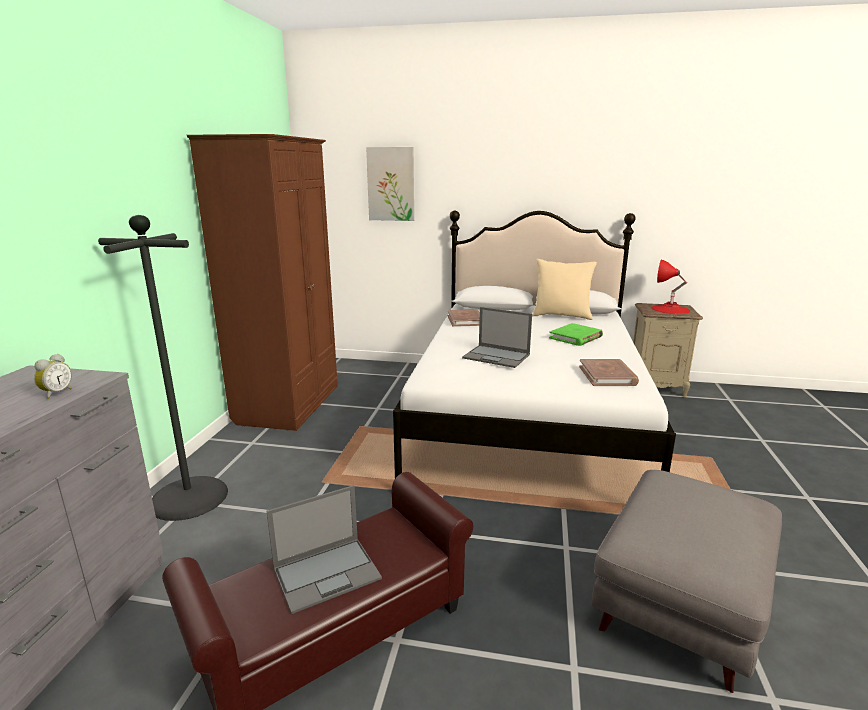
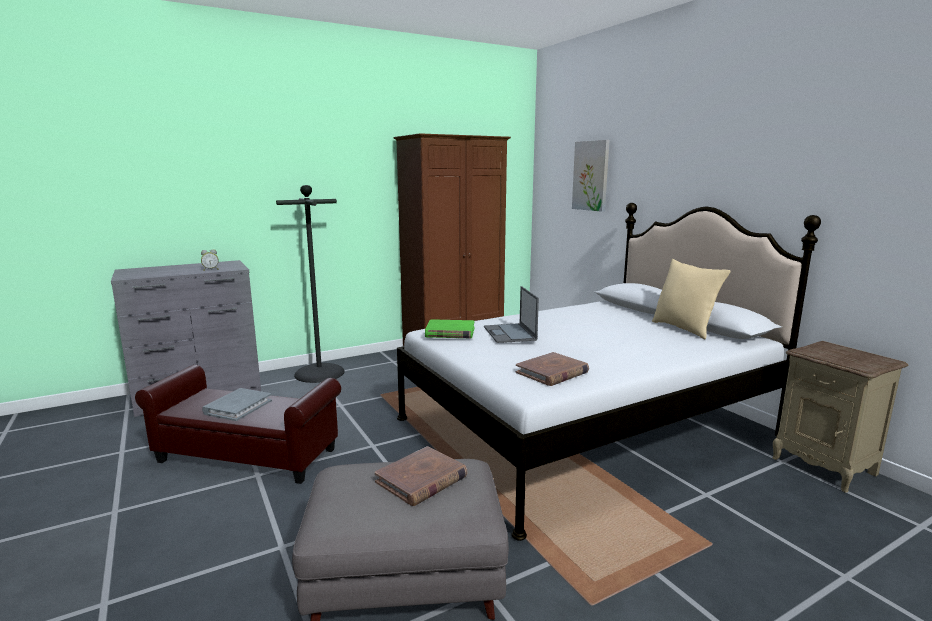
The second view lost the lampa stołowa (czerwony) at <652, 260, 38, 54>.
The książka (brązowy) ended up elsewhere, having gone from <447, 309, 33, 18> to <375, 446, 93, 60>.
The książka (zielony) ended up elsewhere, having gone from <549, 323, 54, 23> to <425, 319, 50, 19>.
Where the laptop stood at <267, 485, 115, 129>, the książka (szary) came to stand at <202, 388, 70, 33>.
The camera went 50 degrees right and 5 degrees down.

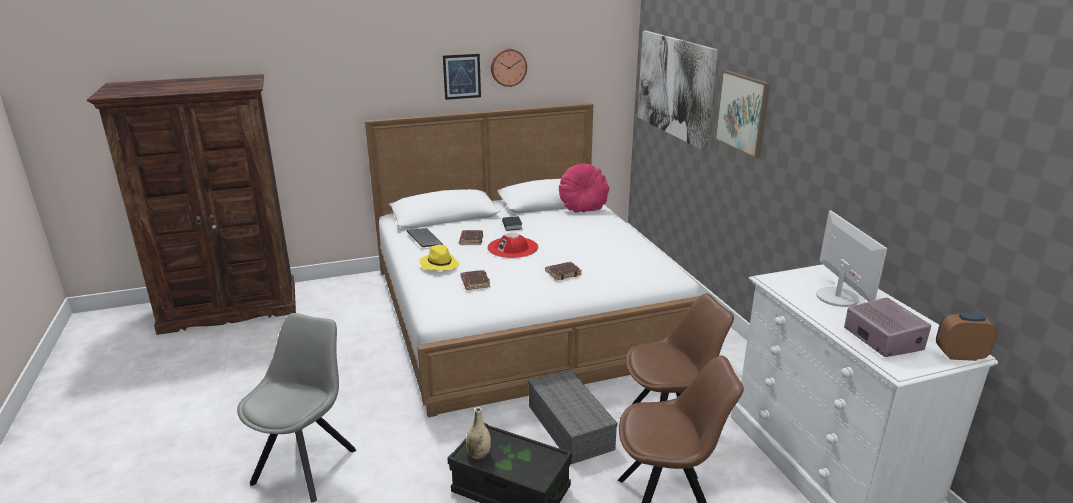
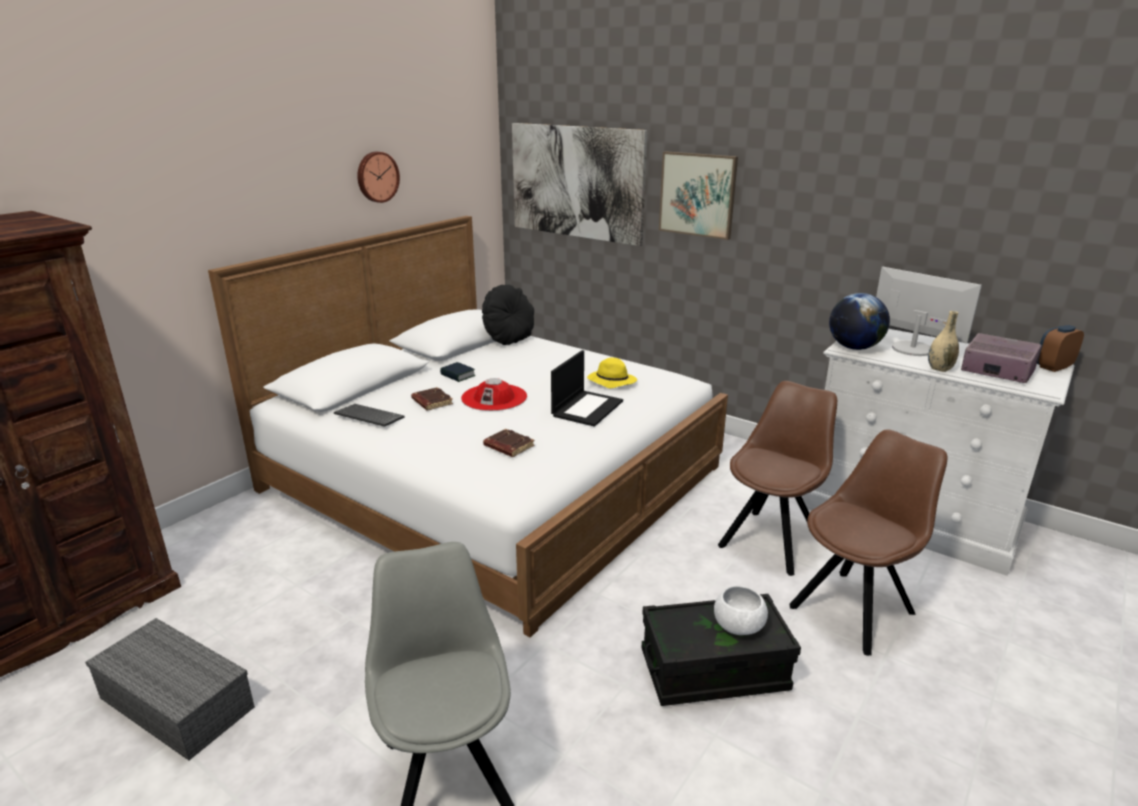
The second view lost the obraz at <443, 54, 38, 46>.
What was the poduszka (różowy) at <559, 163, 50, 50> turned into the poduszka (czarny) at <482, 285, 52, 60>.
The kapelusz (żółty) ended up elsewhere, having gone from <419, 244, 40, 27> to <587, 357, 50, 31>.
Where the książka (brązowy) stood at <545, 262, 37, 19>, the laptop came to stand at <551, 350, 72, 77>.
The pojemnik do przechowywania (szary) ended up elsewhere, having gone from <528, 369, 90, 95> to <85, 618, 170, 142>.
The wazon (beżowy) ended up elsewhere, having gone from <466, 407, 25, 52> to <928, 311, 31, 61>.
The second view gained the globus at <829, 293, 61, 57>.
The second view gained the miska (biały) at <714, 586, 54, 49>.
The camera went 35 degrees left and 0 degrees up.

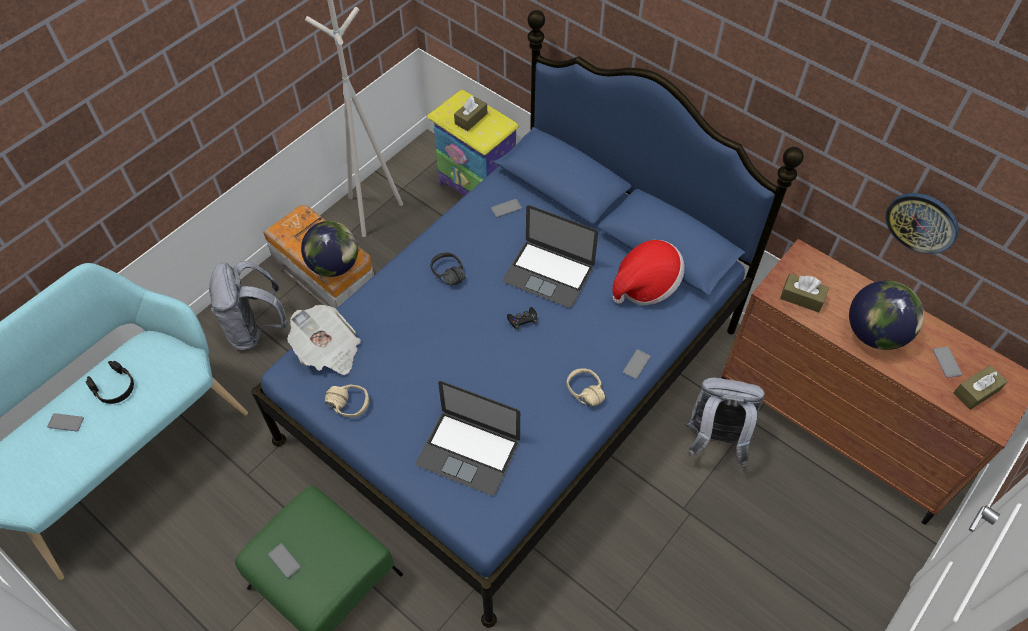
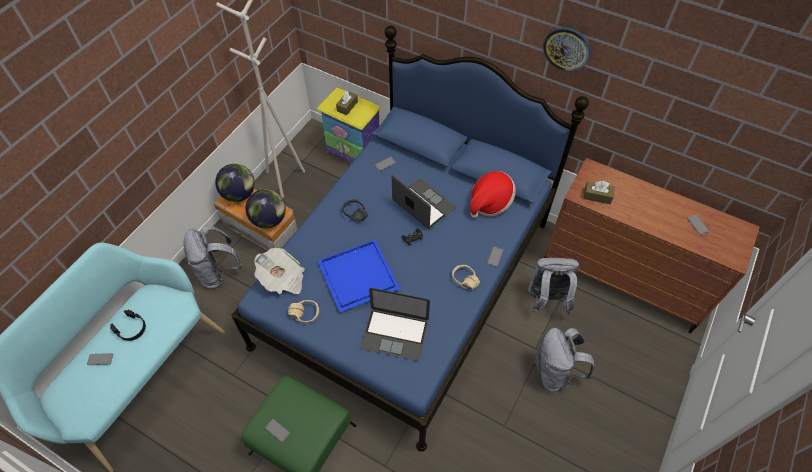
The zegar ścienny ended up elsewhere, having gone from <885, 193, 74, 61> to <543, 27, 48, 44>.
The laptop at <503, 205, 95, 103> ended up facing another way, 150 degrees counterclockwise from before.
The globus ended up elsewhere, having gone from <849, 281, 75, 69> to <215, 164, 40, 38>.
The second view lost the pudełko chusteczek (brązowy) at <953, 365, 55, 45>.
The second view gained the taca (niebieski) at <318, 240, 82, 72>.
The second view gained the plecak (szary) at <534, 328, 61, 63>.
The camera went 10 degrees left and 0 degrees up.

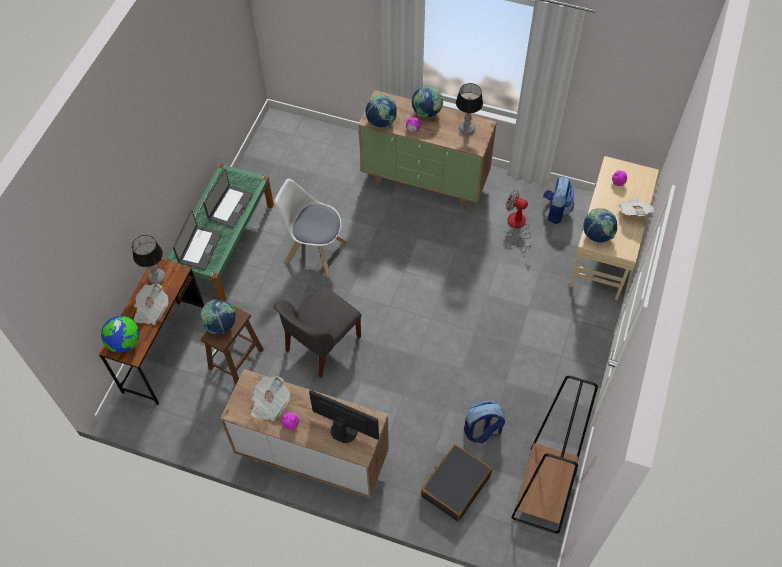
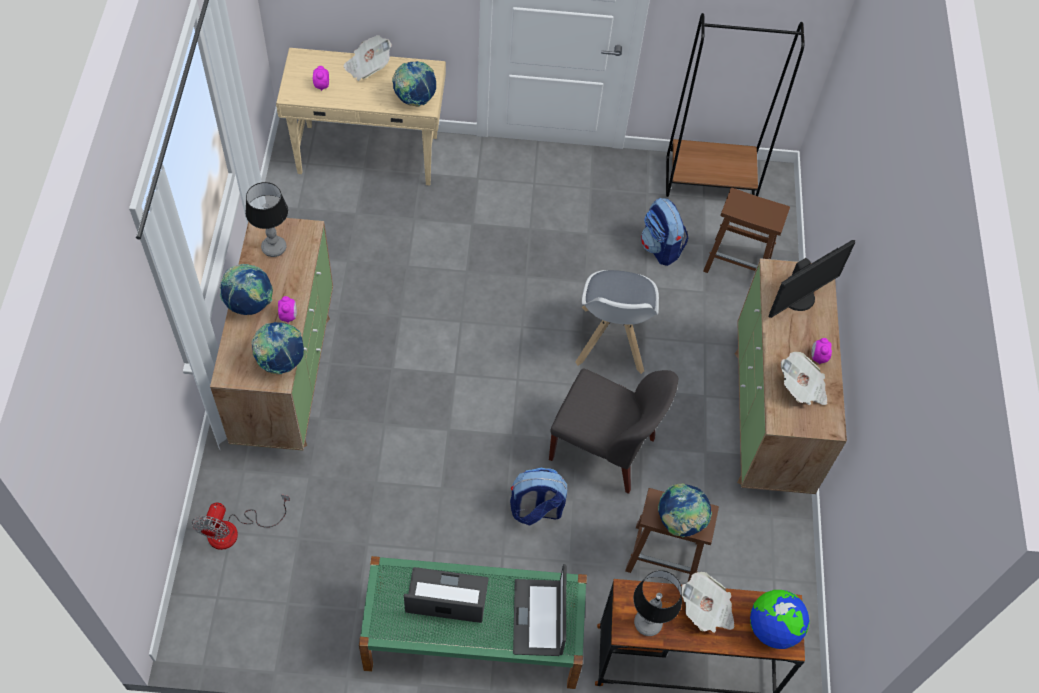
The plecak ended up elsewhere, having gone from <543, 177, 31, 47> to <510, 468, 57, 58>.
The krzesło ended up elsewhere, having gone from <274, 179, 74, 99> to <575, 270, 84, 104>.
The wentylator ended up elsewhere, having gone from <506, 190, 26, 63> to <192, 494, 98, 56>.
The laptop at <173, 210, 49, 60> ended up facing another way, 90 degrees counterclockwise from before.
The monitor at <309, 390, 70, 53> ended up facing another way, 135 degrees counterclockwise from before.
Where the walizka (czarny) stood at <421, 444, 71, 78>, the stołek (brązowy) came to stand at <703, 188, 87, 85>.
The camera went 110 degrees left and 0 degrees up.

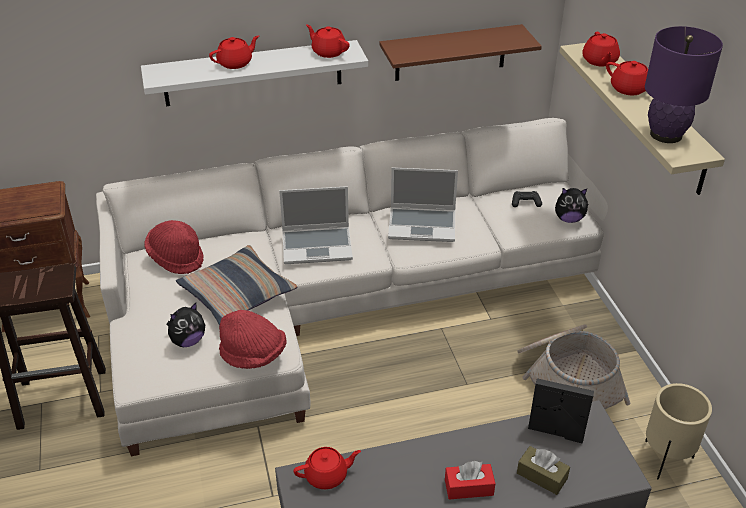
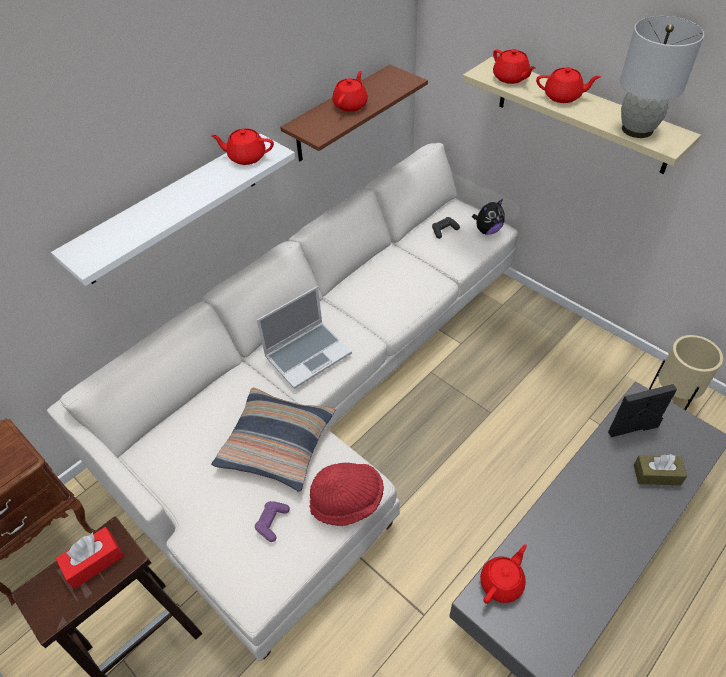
What was the lampa stołowa (fioletowy) at <645, 26, 78, 117> turned into the lampa stołowa (biały) at <620, 16, 84, 122>.
The imbryk (czerwony) ended up elsewhere, having gone from <209, 35, 50, 34> to <333, 71, 35, 41>.
The second view lost the laptop at <388, 167, 70, 75>.
The second view lost the kapelusz (czerwony) at <145, 220, 59, 54>.
Where the pluszak stood at <167, 303, 38, 44>, the pad do gier (fioletowy) came to stand at <255, 501, 35, 41>.
The second view lost the koszyk at <517, 324, 113, 85>.
The pudełko chusteczek (czerwony) ended up elsewhere, having gone from <445, 461, 51, 39> to <56, 527, 68, 62>.
The camera went 30 degrees left and 10 degrees up.

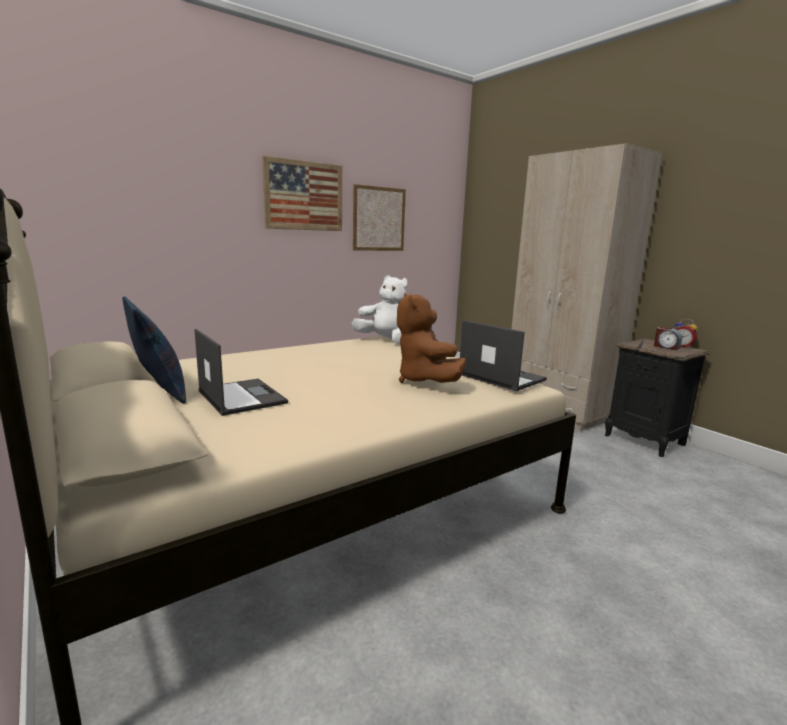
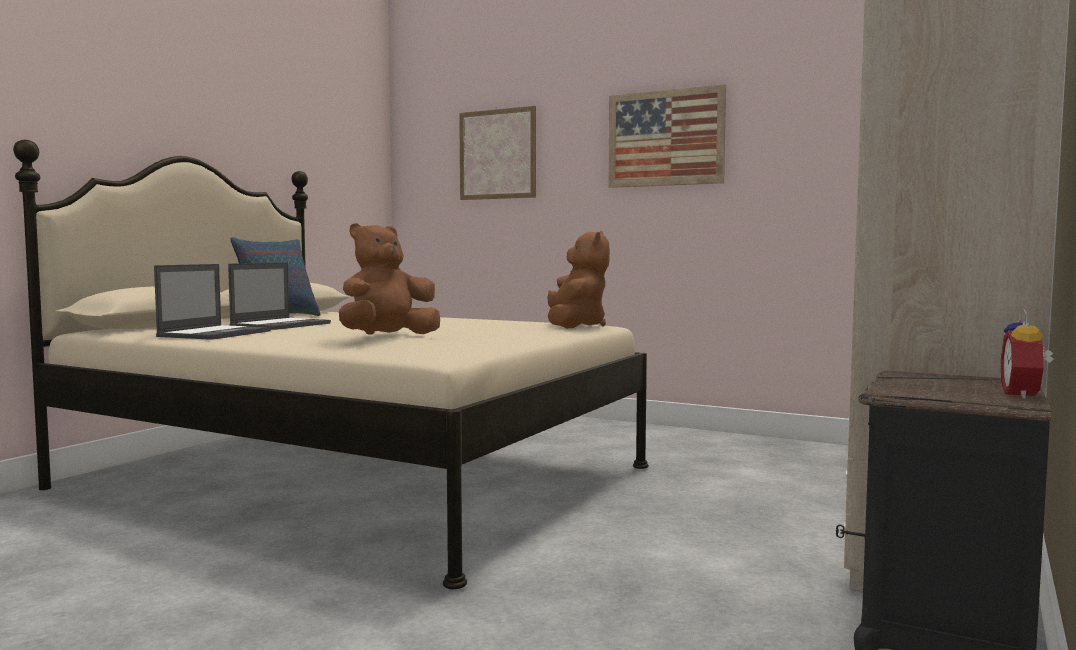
The obraz ended up elsewhere, having gone from <353, 184, 53, 67> to <459, 106, 77, 94>.
What was the pluszak (biały) at <352, 275, 56, 69> turned into the pluszak (brązowy) at <547, 230, 63, 98>.
The laptop ended up elsewhere, having gone from <460, 320, 87, 71> to <154, 264, 117, 76>.
The second view lost the budzik at <654, 326, 28, 24>.
The camera went 65 degrees right and 10 degrees down.

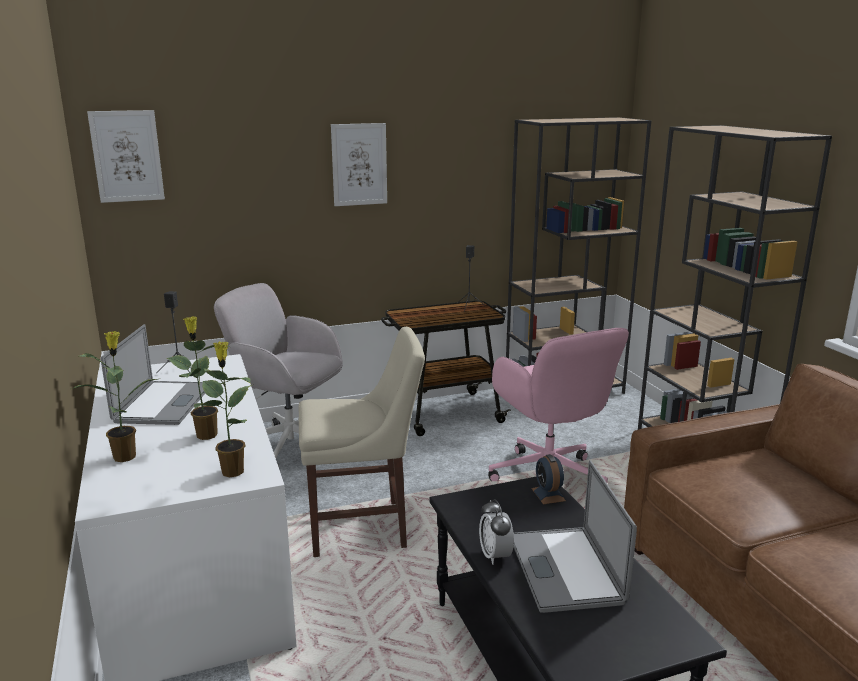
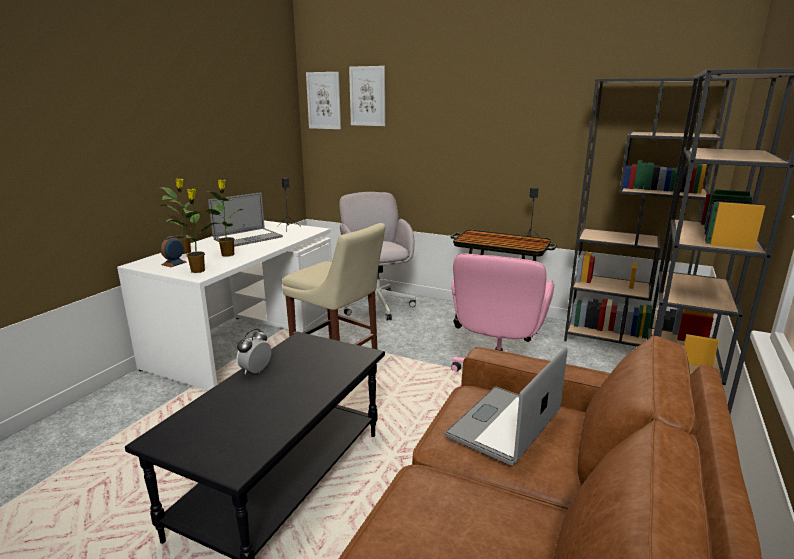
The obraz ended up elsewhere, having gone from <331, 123, 56, 83> to <349, 66, 36, 60>.
The budzik ended up elsewhere, having gone from <532, 454, 34, 50> to <160, 236, 27, 31>.
The laptop ended up elsewhere, having gone from <514, 460, 123, 153> to <445, 347, 122, 119>.
The camera went 45 degrees right and 0 degrees up.

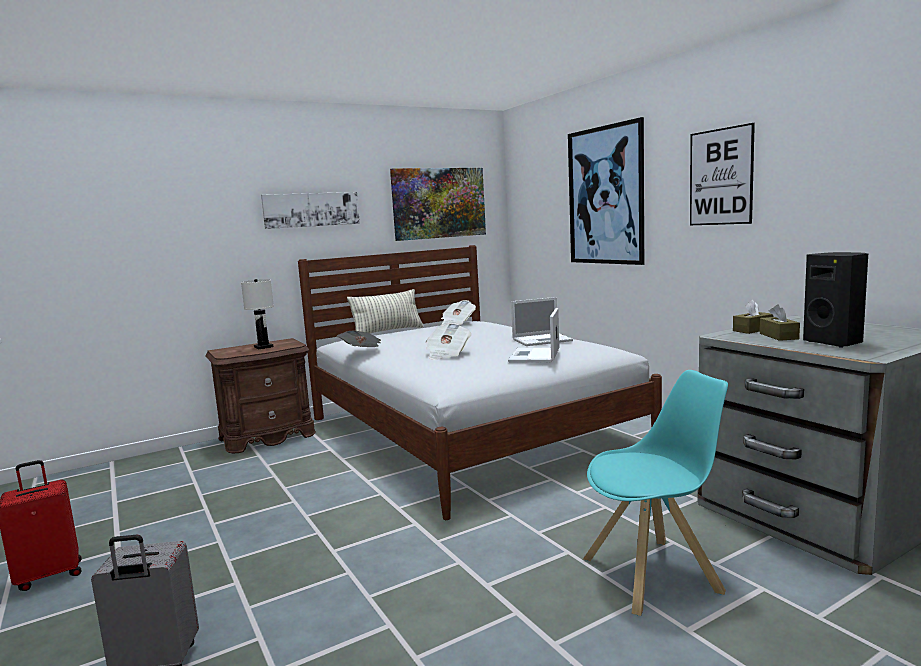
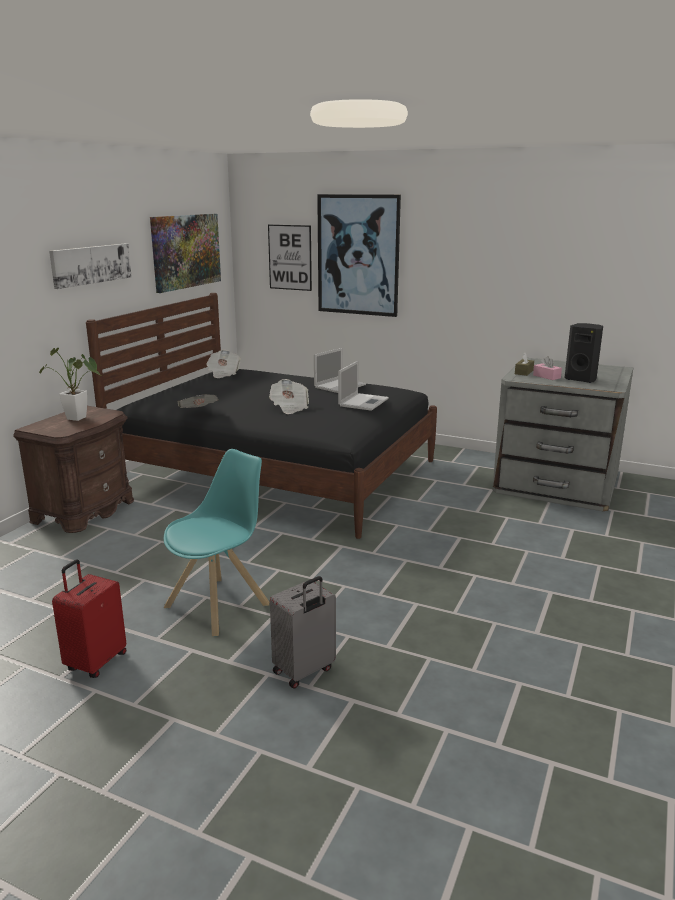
The obraz ended up elsewhere, having gone from <690, 123, 65, 102> to <268, 225, 44, 66>.
What was the łóżko (biały) at <298, 245, 364, 275> turned into the łóżko (czarny) at <86, 293, 351, 246>.
Where the lampa stołowa (biały) stood at <241, 279, 33, 70>, the roślina doniczkowa came to stand at <39, 348, 61, 73>.
The second view lost the poduszka at <347, 289, 77, 44>.
What was the pudełko chusteczek (brązowy) at <760, 304, 40, 37> turned into the pudełko chusteczek (różowy) at <533, 356, 29, 24>.
The laptop at <508, 308, 52, 54> ended up facing another way, 135 degrees counterclockwise from before.
The krzesło (turkusowy) ended up elsewhere, having gone from <583, 370, 145, 246> to <164, 449, 106, 187>.
The camera went 35 degrees left and 10 degrees up.

